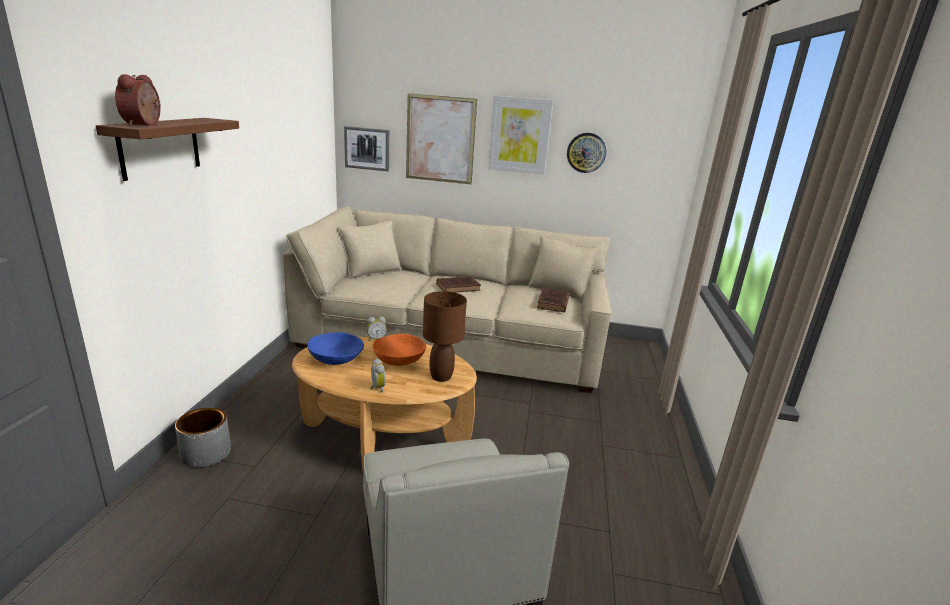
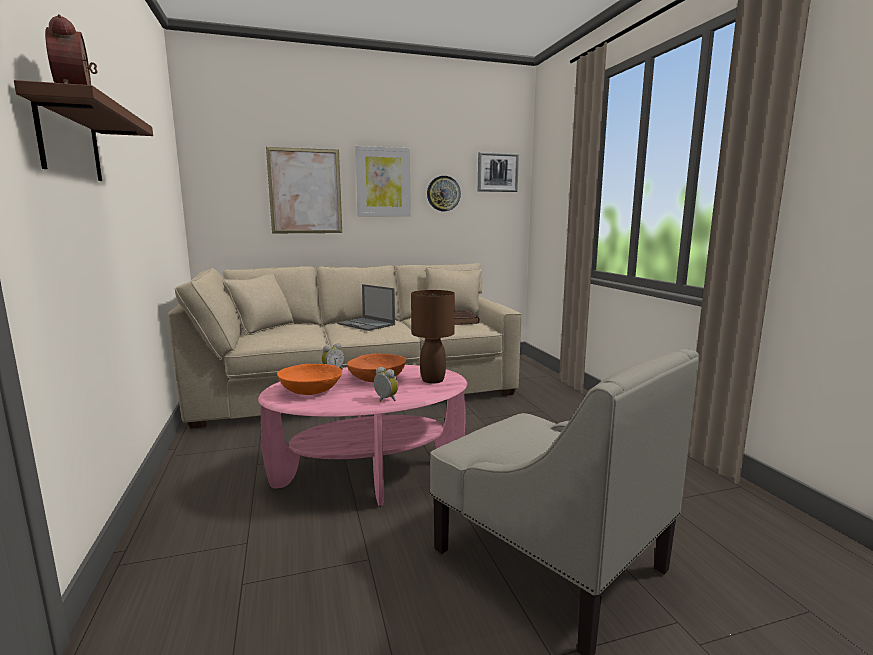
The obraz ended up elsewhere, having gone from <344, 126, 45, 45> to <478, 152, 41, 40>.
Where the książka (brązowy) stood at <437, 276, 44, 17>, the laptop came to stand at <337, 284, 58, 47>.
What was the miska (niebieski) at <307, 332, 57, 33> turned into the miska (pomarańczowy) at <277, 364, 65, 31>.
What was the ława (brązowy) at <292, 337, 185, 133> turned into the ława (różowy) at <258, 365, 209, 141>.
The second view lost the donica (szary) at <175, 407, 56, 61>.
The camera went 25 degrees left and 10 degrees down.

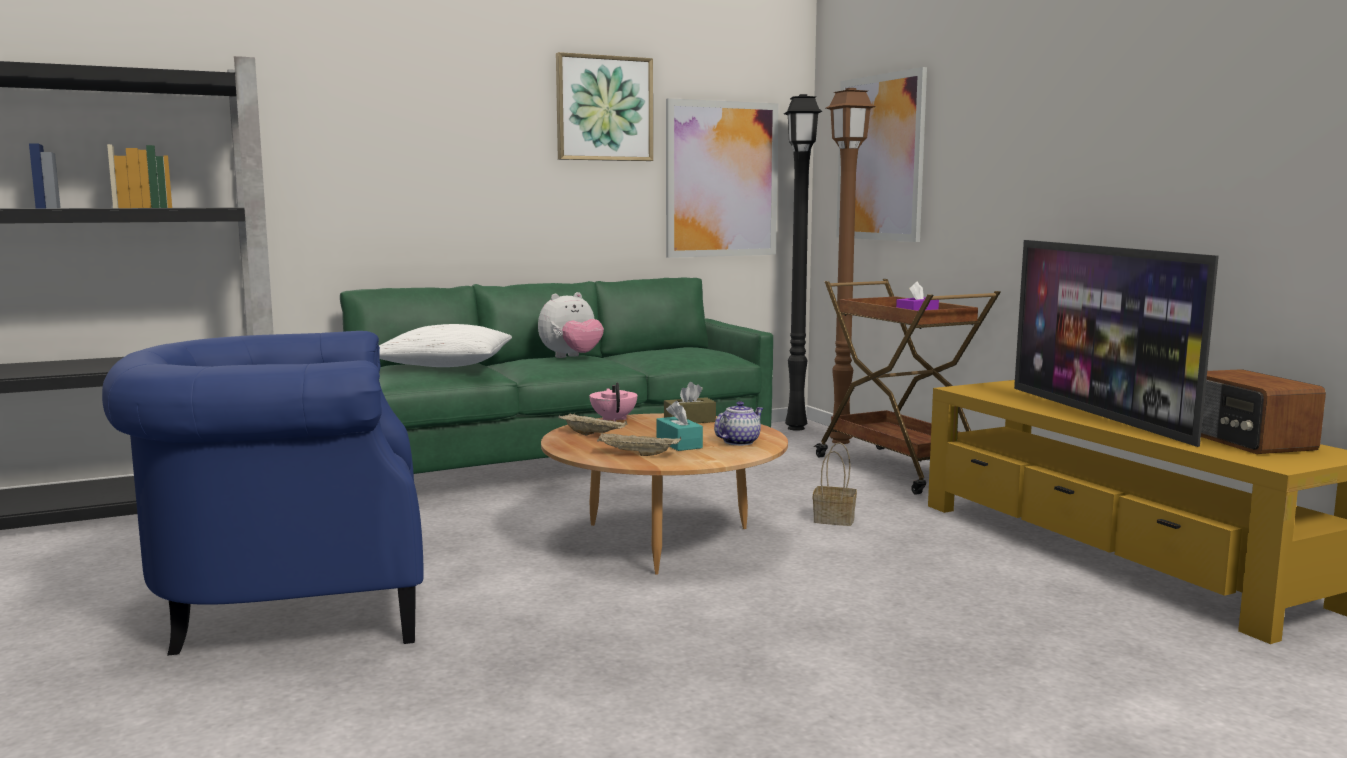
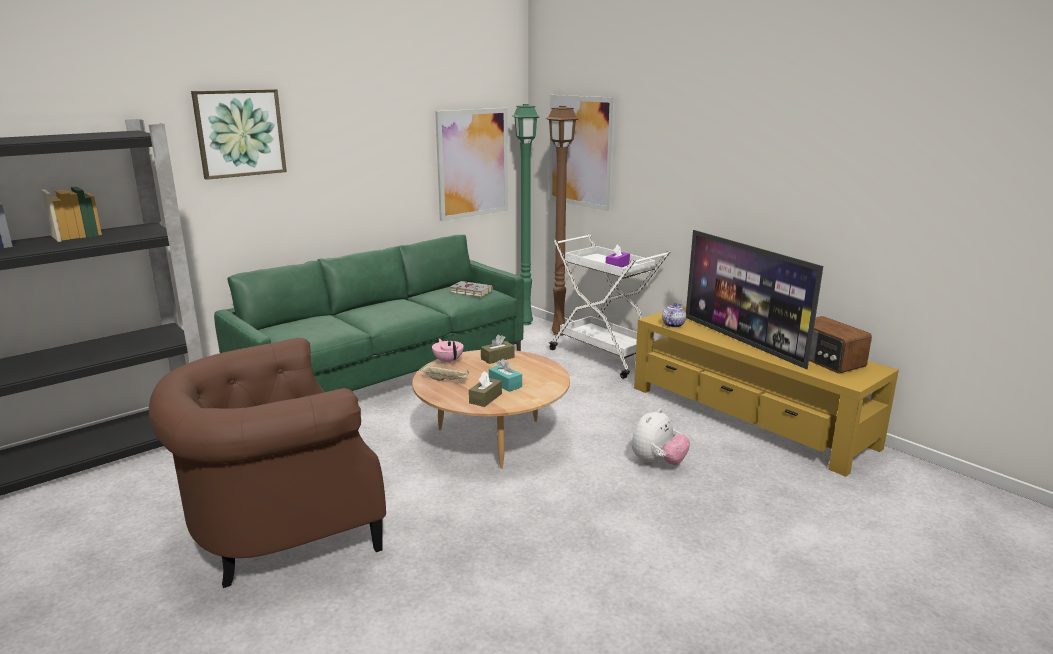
The obraz ended up elsewhere, having gone from <556, 52, 97, 109> to <191, 89, 96, 91>.
What was the lampa stojąca (czarny) at <784, 94, 38, 337> turned into the lampa stojąca (zielony) at <512, 104, 28, 221>.
What was the wózek (brązowy) at <814, 279, 187, 216> turned into the wózek (biały) at <549, 233, 121, 146>.
The pluszak ended up elsewhere, having gone from <538, 292, 66, 66> to <632, 408, 58, 57>.
The second view lost the poduszka (biały) at <379, 324, 133, 43>.
What was the fotel (niebieski) at <102, 331, 322, 325> turned into the fotel (brązowy) at <149, 338, 237, 250>.
The imbryk ended up elsewhere, having gone from <714, 401, 49, 45> to <662, 303, 24, 25>.
Where the taca (beżowy) stood at <597, 433, 84, 23>, the pudełko chusteczek (brązowy) came to stand at <469, 371, 33, 36>.
The second view lost the koszyk at <813, 442, 44, 84>.
The second view gained the książka (szary) at <450, 281, 43, 16>.
The camera went 15 degrees left and 10 degrees up.

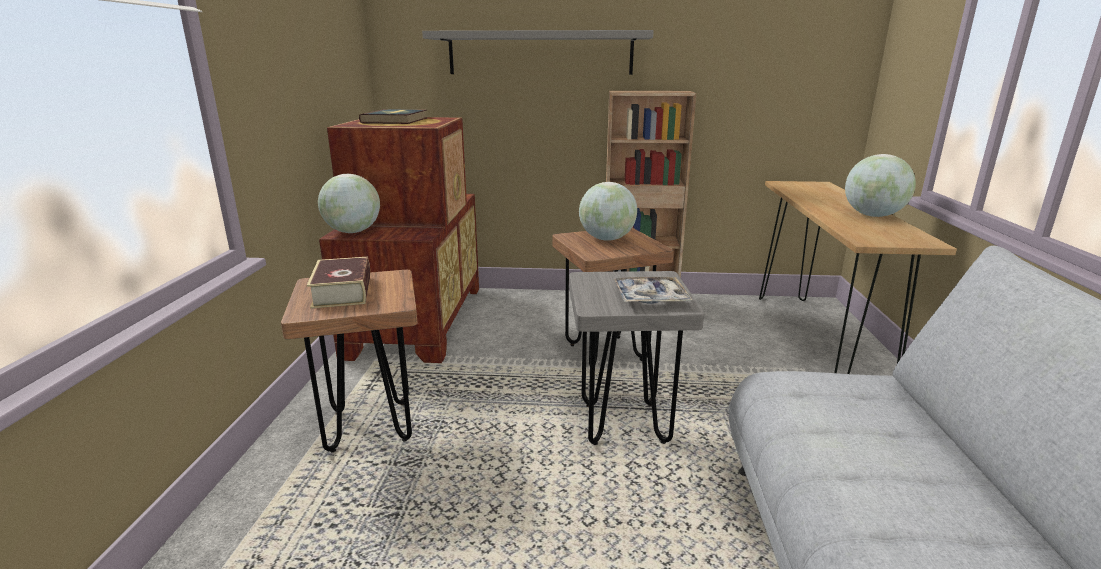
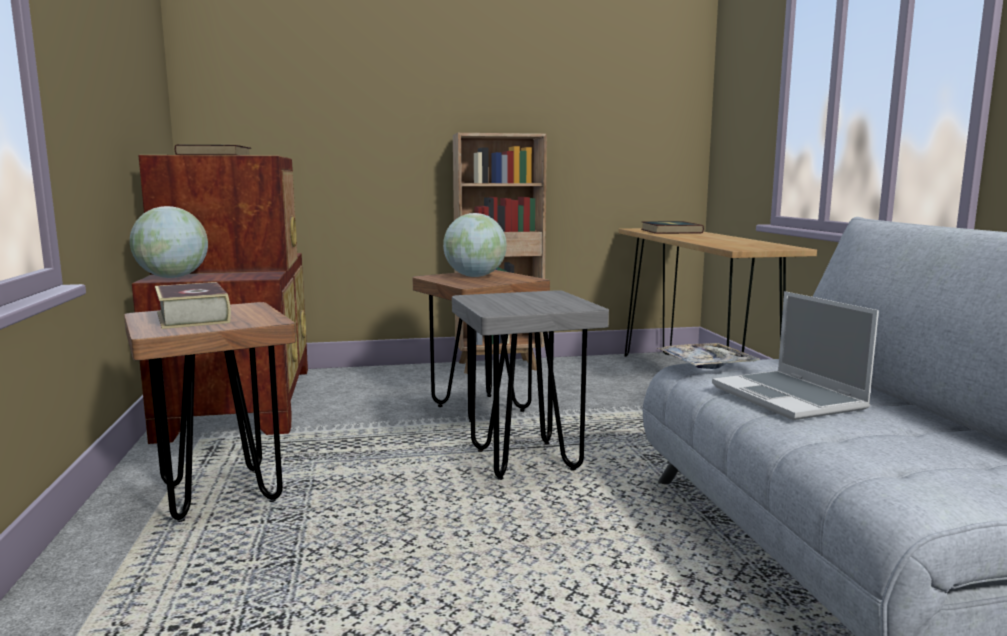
The second view lost the półka (szary) at <422, 30, 232, 45>.
The second view lost the globus at <845, 154, 71, 63>.
The taca ended up elsewhere, having gone from <614, 277, 78, 27> to <657, 343, 103, 26>.
The second view gained the książka at <641, 221, 63, 13>.
The second view gained the laptop at <712, 291, 167, 129>.
The camera went 15 degrees left and 10 degrees down.

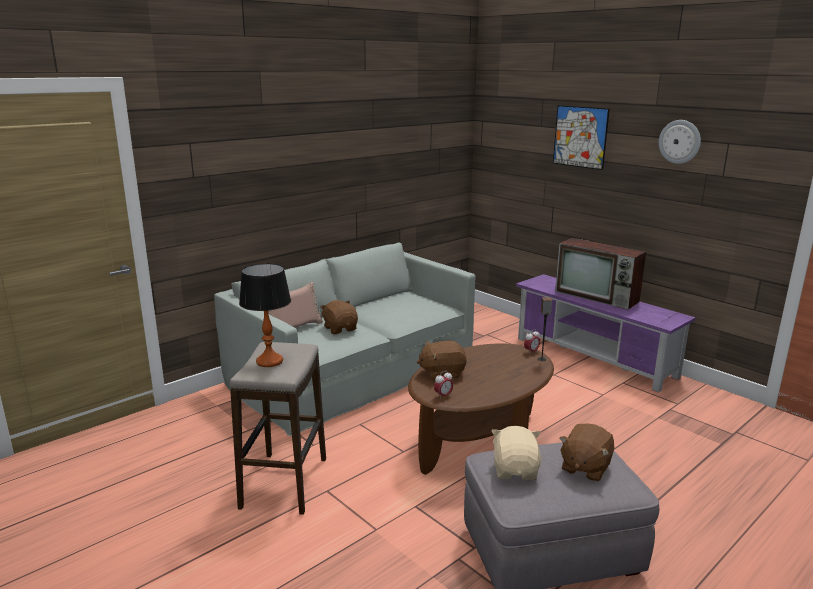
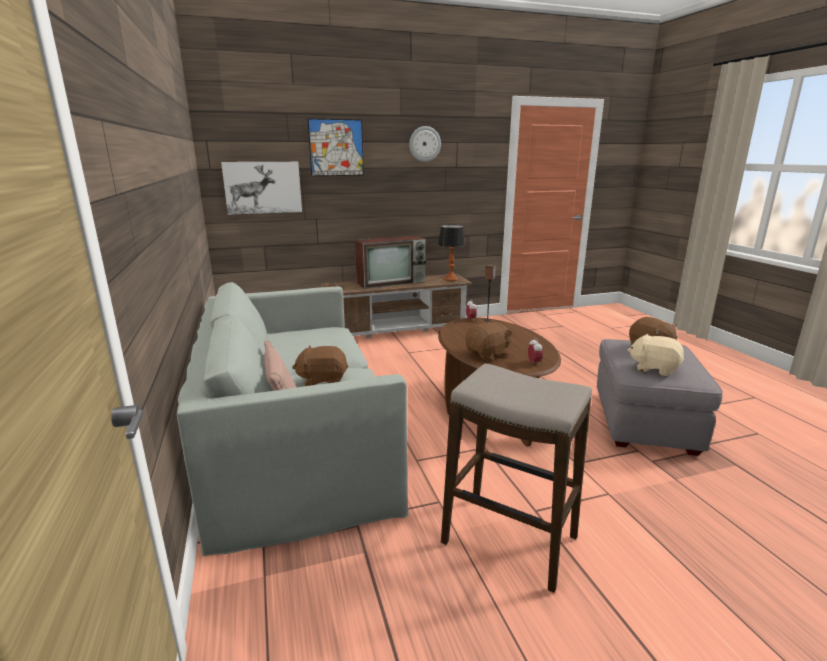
The lampa stołowa ended up elsewhere, having gone from <239, 263, 52, 104> to <438, 225, 28, 56>.
What was the szafka pod telewizor (fioletowy) at <516, 274, 180, 119> turned into the szafka pod telewizor (brązowy) at <322, 274, 150, 64>.
The pluszak (brązowy) at <417, 341, 49, 39> ended up facing another way, 135 degrees counterclockwise from before.
The second view gained the obraz at <221, 162, 81, 53>.
The camera went 65 degrees left and 0 degrees up.

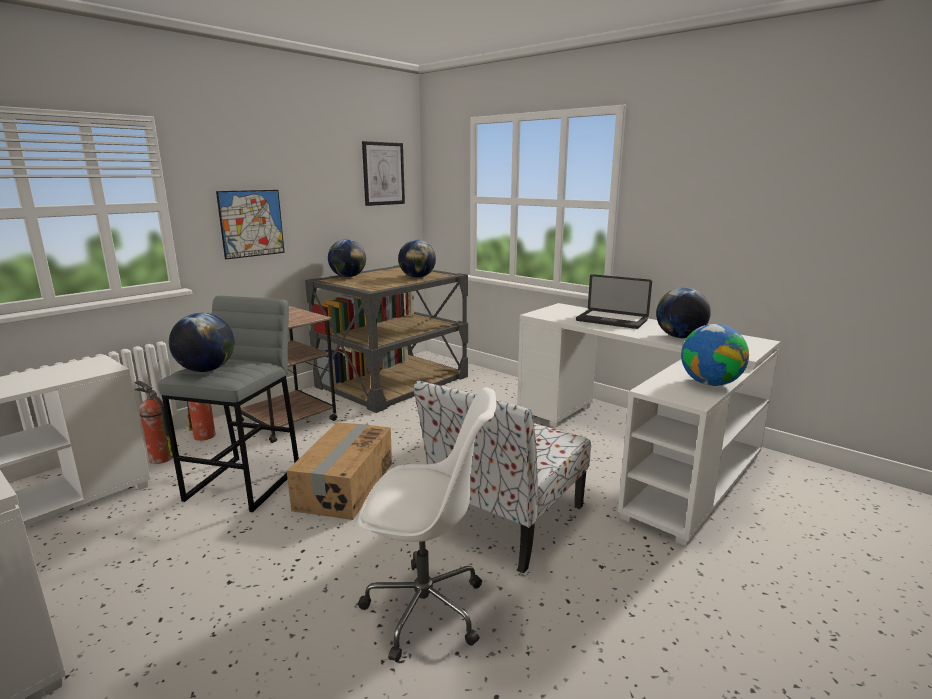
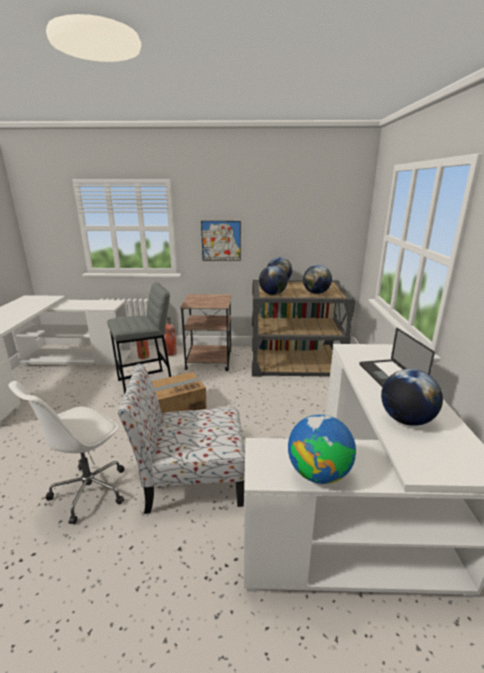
The second view lost the obraz at <362, 141, 43, 65>.
The globus ended up elsewhere, having gone from <169, 313, 65, 59> to <259, 266, 29, 29>.
The krzesło biurowe (biały) at <358, 387, 138, 275> ended up facing another way, 75 degrees clockwise from before.
The camera went 50 degrees right and 5 degrees up.

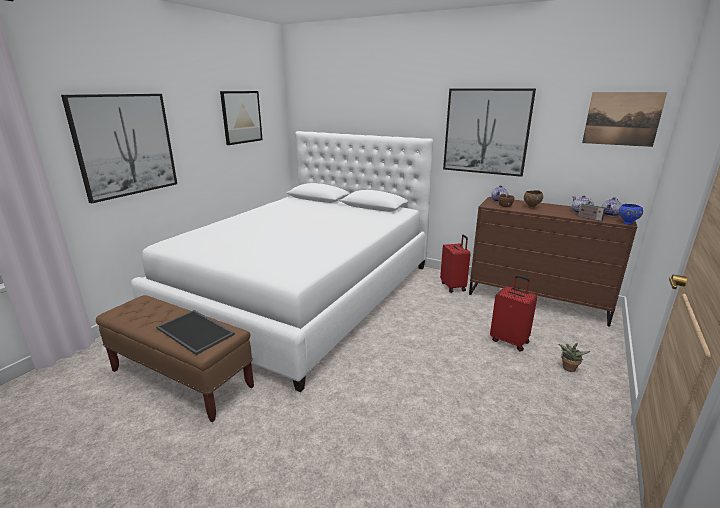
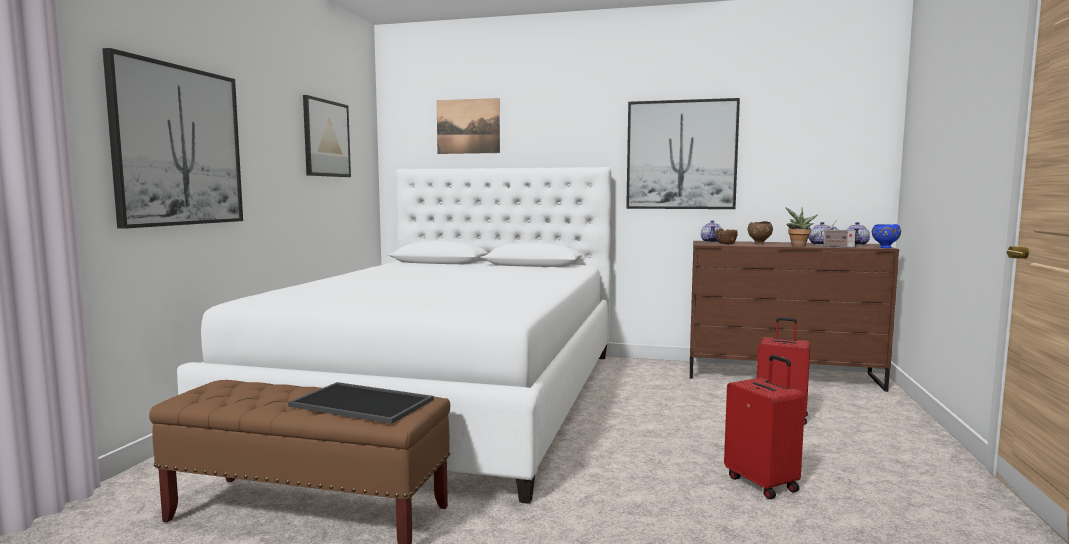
The obraz ended up elsewhere, having gone from <582, 92, 85, 55> to <437, 98, 63, 56>.
The walizka (czerwony) ended up elsewhere, having gone from <440, 235, 31, 58> to <724, 355, 81, 144>.
The roślina doniczkowa ended up elsewhere, having gone from <559, 343, 31, 29> to <786, 208, 32, 39>.
The camera went 15 degrees left and 15 degrees down.

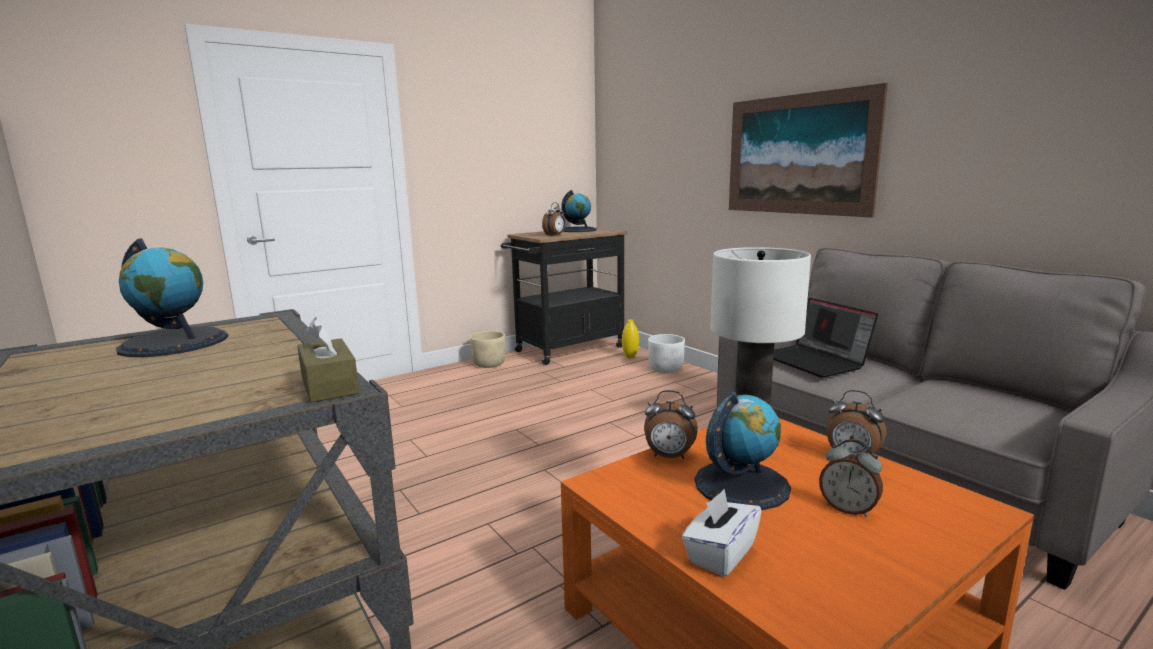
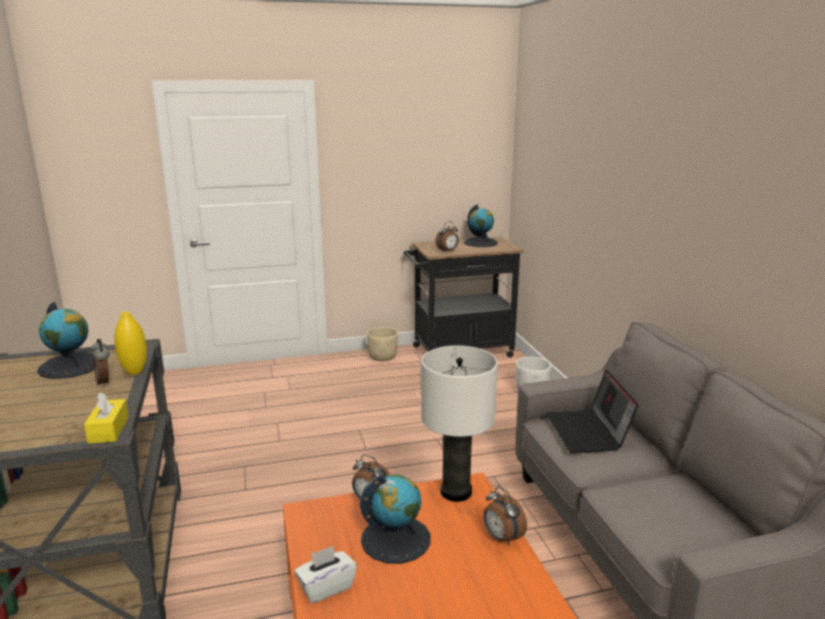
The second view lost the obraz at <729, 83, 159, 135>.
What was the pudełko chusteczek (brązowy) at <297, 317, 62, 86> turned into the pudełko chusteczek (żółty) at <84, 392, 45, 52>.
The wazon (żółty) ended up elsewhere, having gone from <622, 319, 17, 39> to <114, 312, 33, 63>.
The budzik ended up elsewhere, having gone from <819, 439, 64, 78> to <91, 339, 18, 48>.
The camera went 20 degrees right and 5 degrees up.

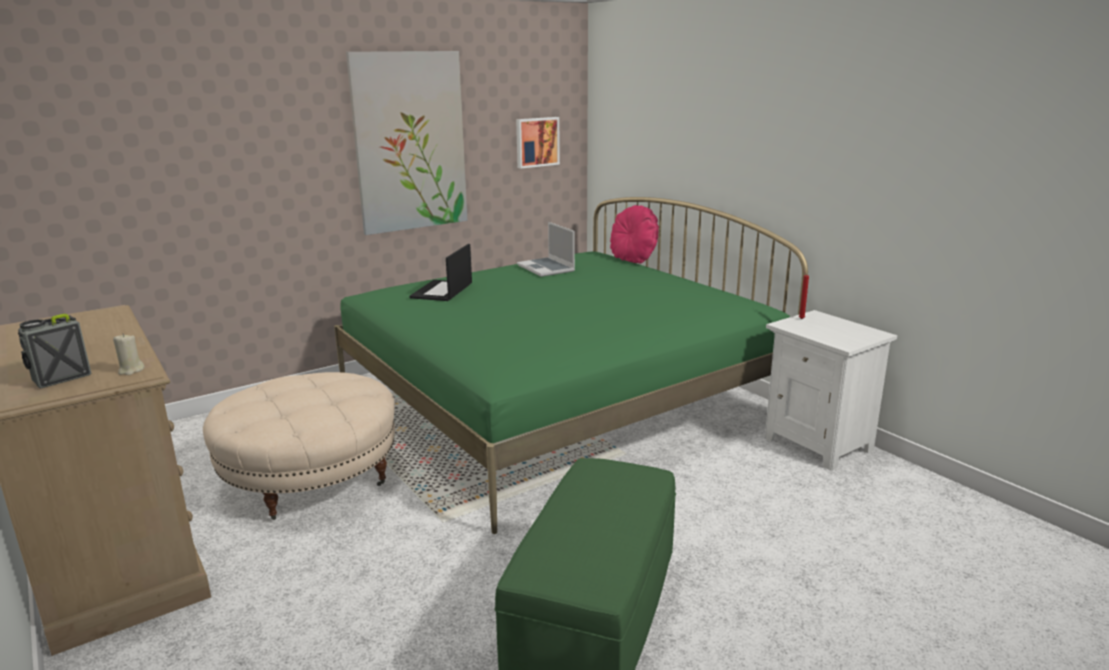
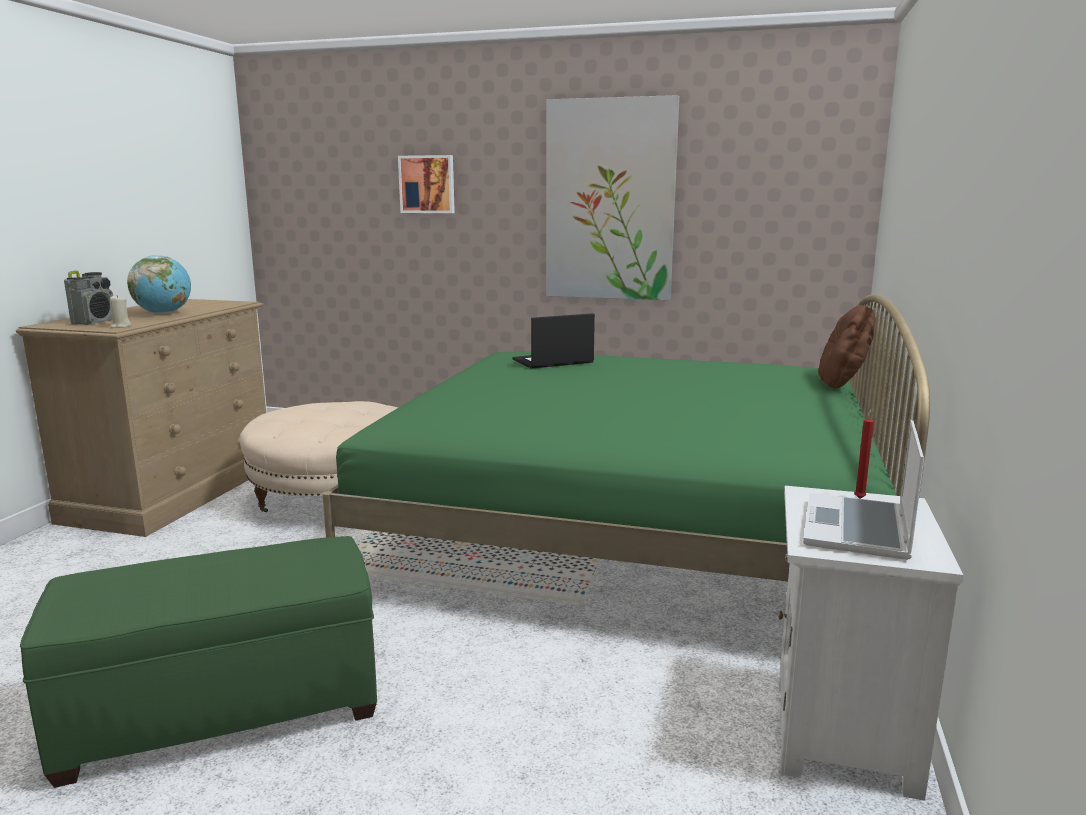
The obraz ended up elsewhere, having gone from <516, 117, 44, 52> to <398, 155, 57, 58>.
What was the poduszka (różowy) at <610, 205, 49, 59> turned into the poduszka (brązowy) at <818, 305, 58, 84>.
The laptop ended up elsewhere, having gone from <517, 222, 58, 55> to <803, 420, 121, 140>.
The radio at <18, 314, 73, 74> ended up facing another way, 105 degrees clockwise from before.
The second view gained the globus at <127, 255, 64, 59>.
The camera went 50 degrees right and 5 degrees down.

